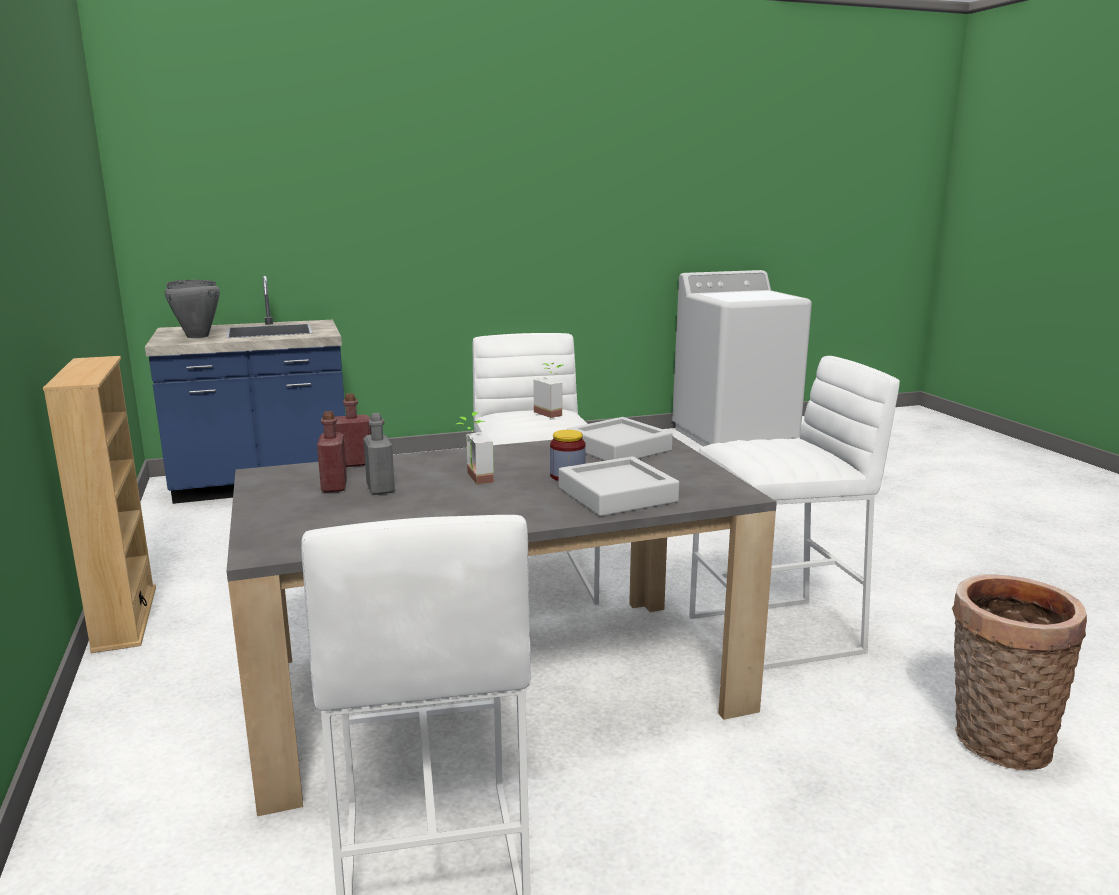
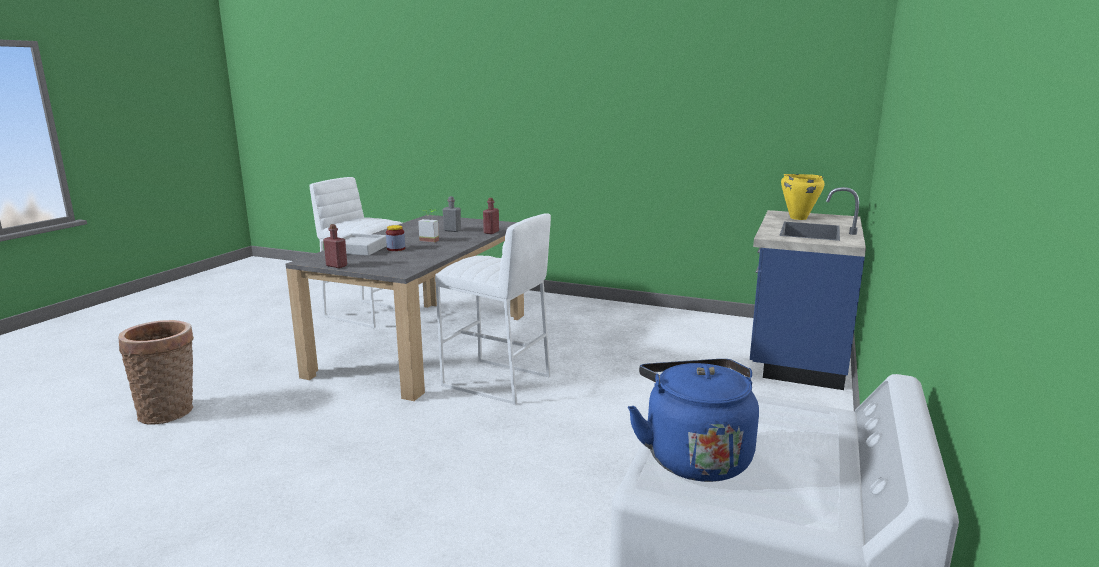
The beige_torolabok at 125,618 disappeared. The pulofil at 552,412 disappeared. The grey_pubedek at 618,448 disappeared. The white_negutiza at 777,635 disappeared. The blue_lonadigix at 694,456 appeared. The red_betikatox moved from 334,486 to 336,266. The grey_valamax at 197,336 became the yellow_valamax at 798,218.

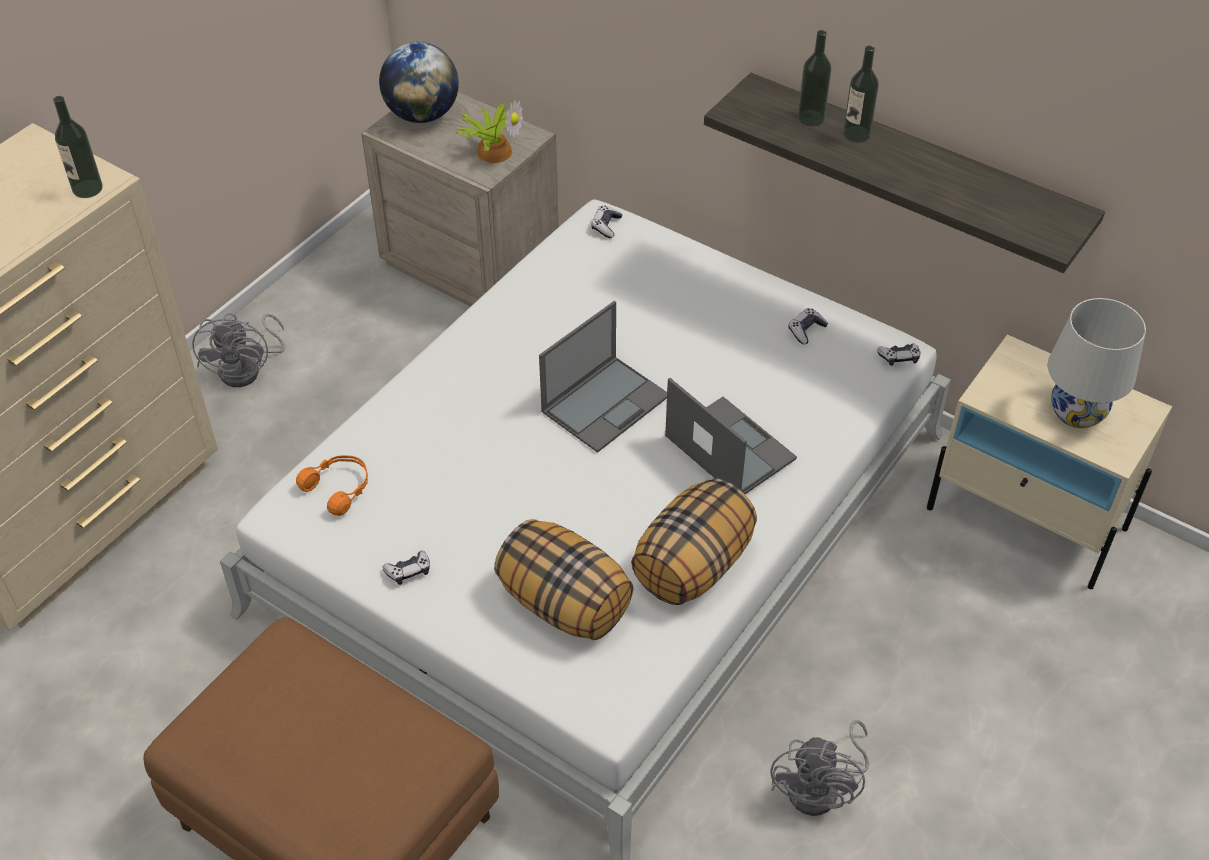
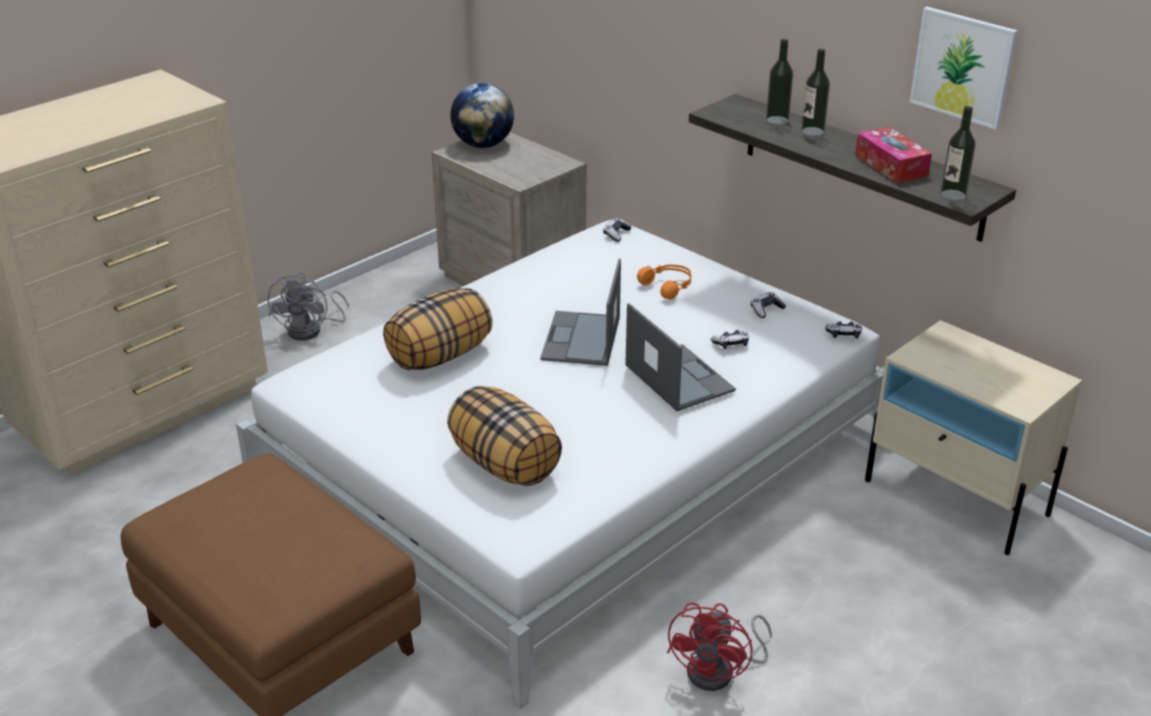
The pulofil at 493,150 disappeared. The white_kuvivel at 1077,412 disappeared. The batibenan at 891,165 appeared. The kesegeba at 963,67 appeared. The betikatox moved from 87,188 to 953,195. The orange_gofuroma moved from 339,488 to 668,286. The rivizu moved from 408,571 to 730,344. The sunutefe moved from 693,566 to 440,356. The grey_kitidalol at 822,789 became the red_kitidalol at 720,672. The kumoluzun at 606,403 turned 135 degrees clockwise.

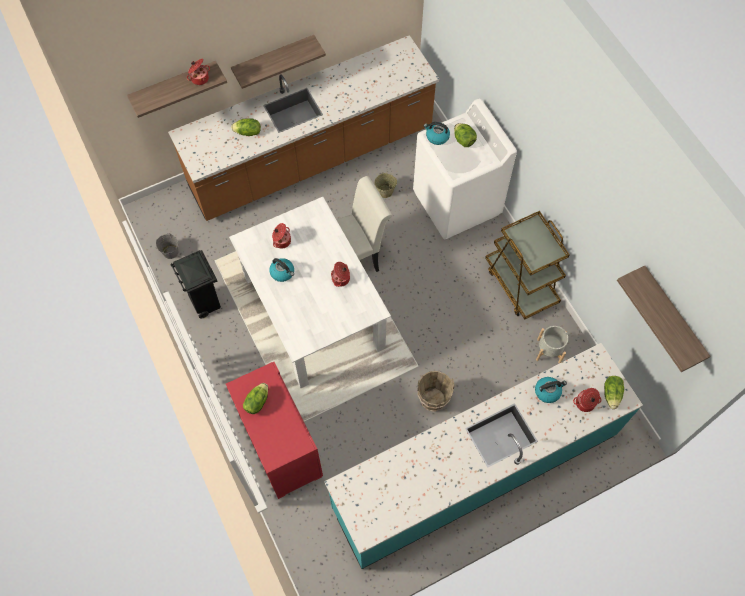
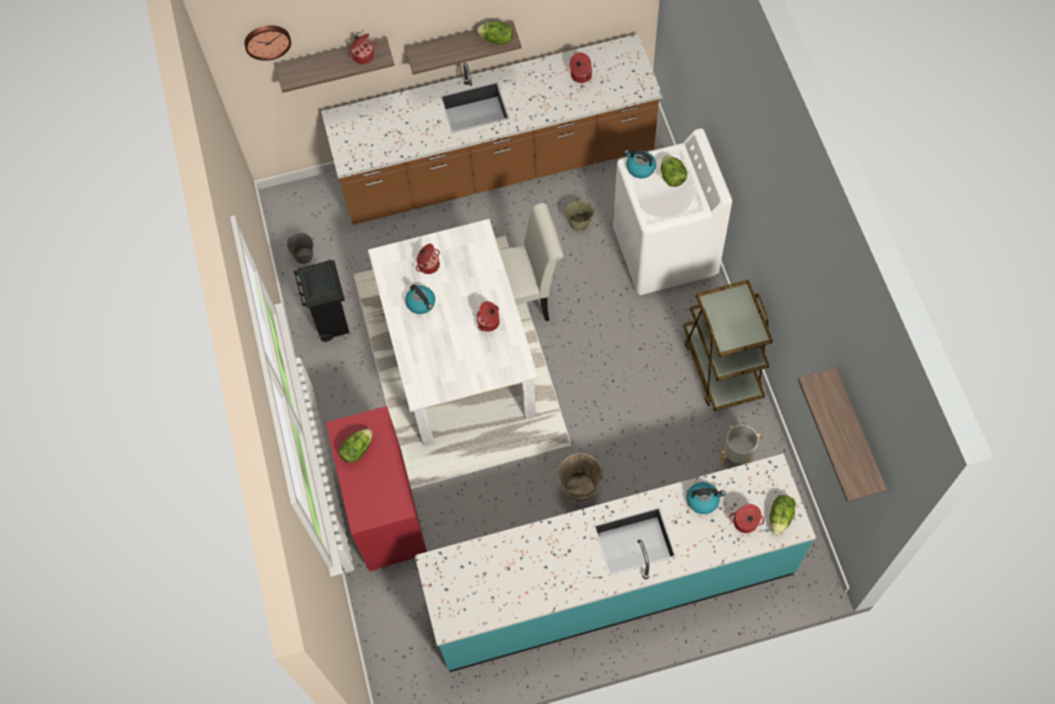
The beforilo at 267,40 appeared. The valamax at 580,75 appeared. The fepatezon moved from 248,132 to 496,40.

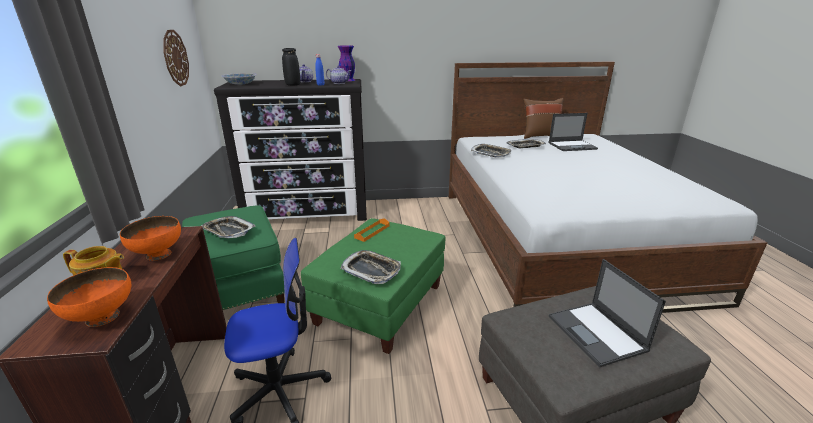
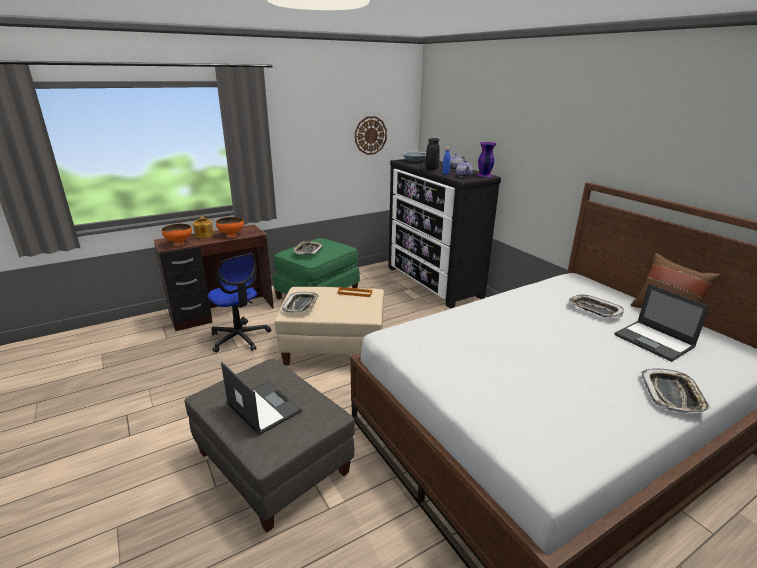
The pubedek moved from 490,153 to 672,395. The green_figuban at 379,305 became the beige_figuban at 334,348. The kumoluzun at 597,334 turned 90 degrees clockwise.

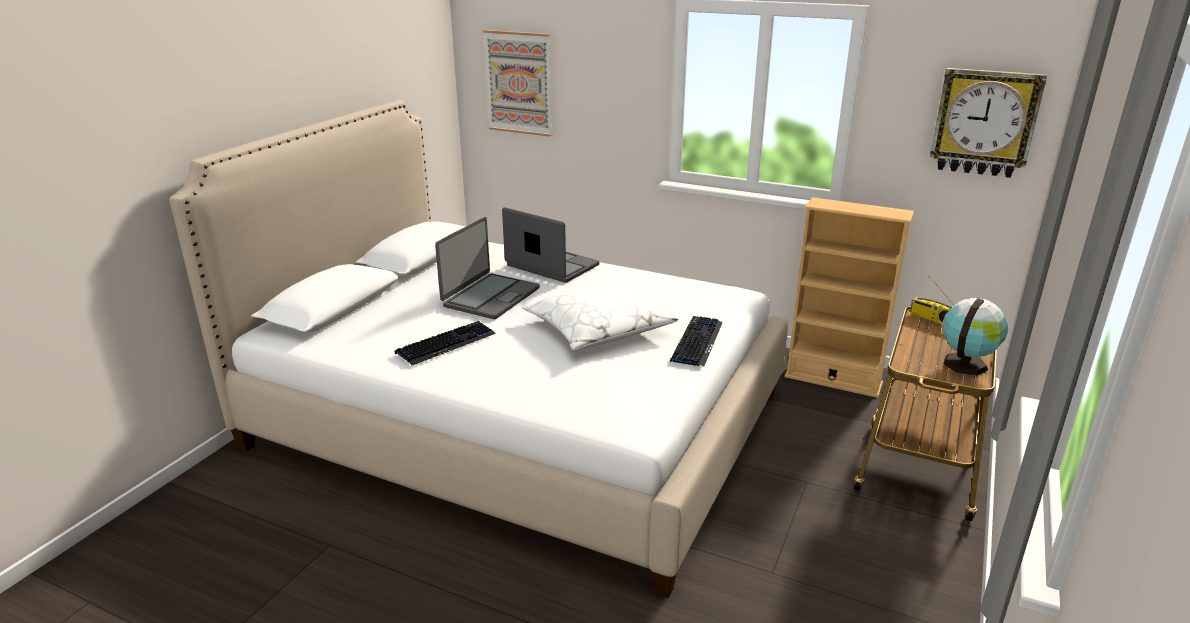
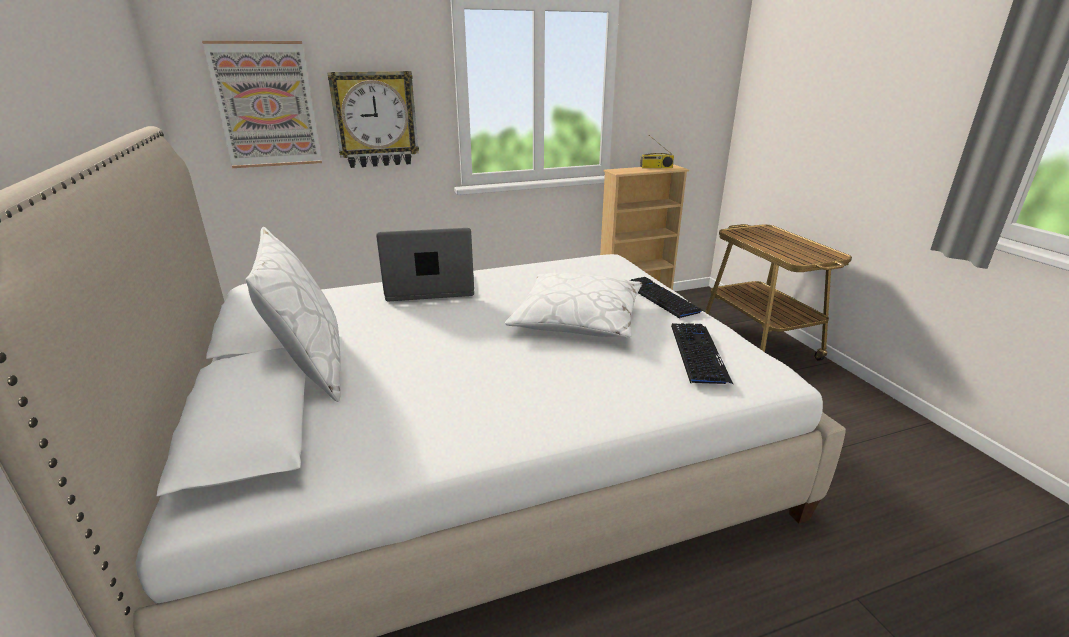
The kumoluzun at 490,297 disappeared. The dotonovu at 965,363 disappeared. The white_sunutefe at 310,367 appeared. The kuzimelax moved from 446,344 to 698,353. The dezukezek moved from 931,319 to 656,167. The beforilo moved from 984,122 to 375,119.

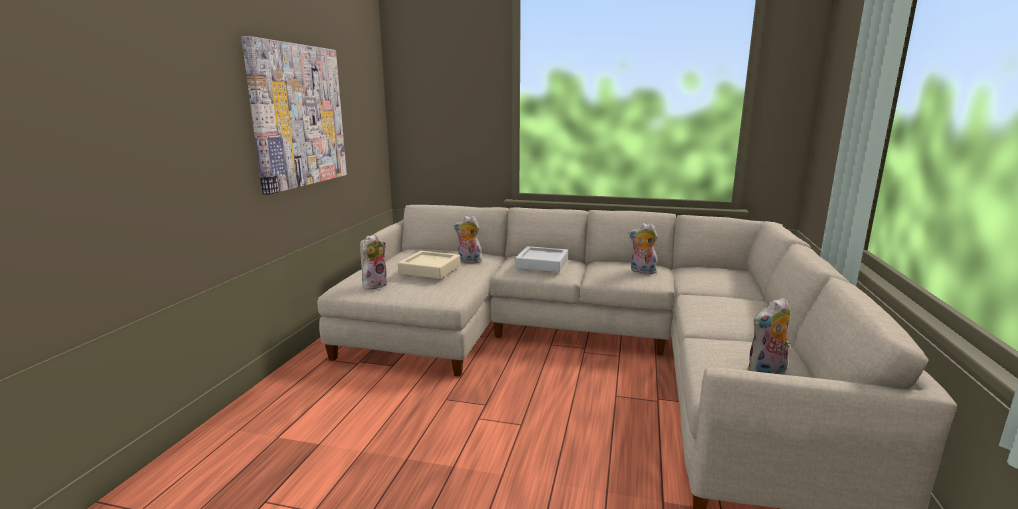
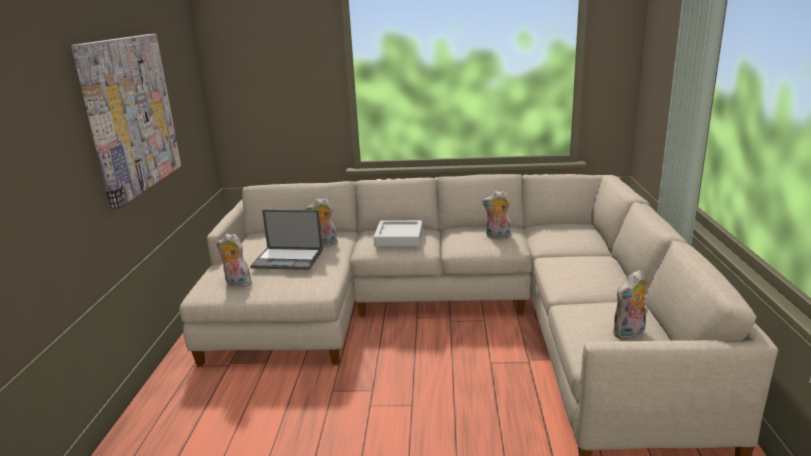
The beige_pubedek at 430,269 was replaced by the kumoluzun at 288,259. The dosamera at 374,284 turned 90 degrees counterclockwise.

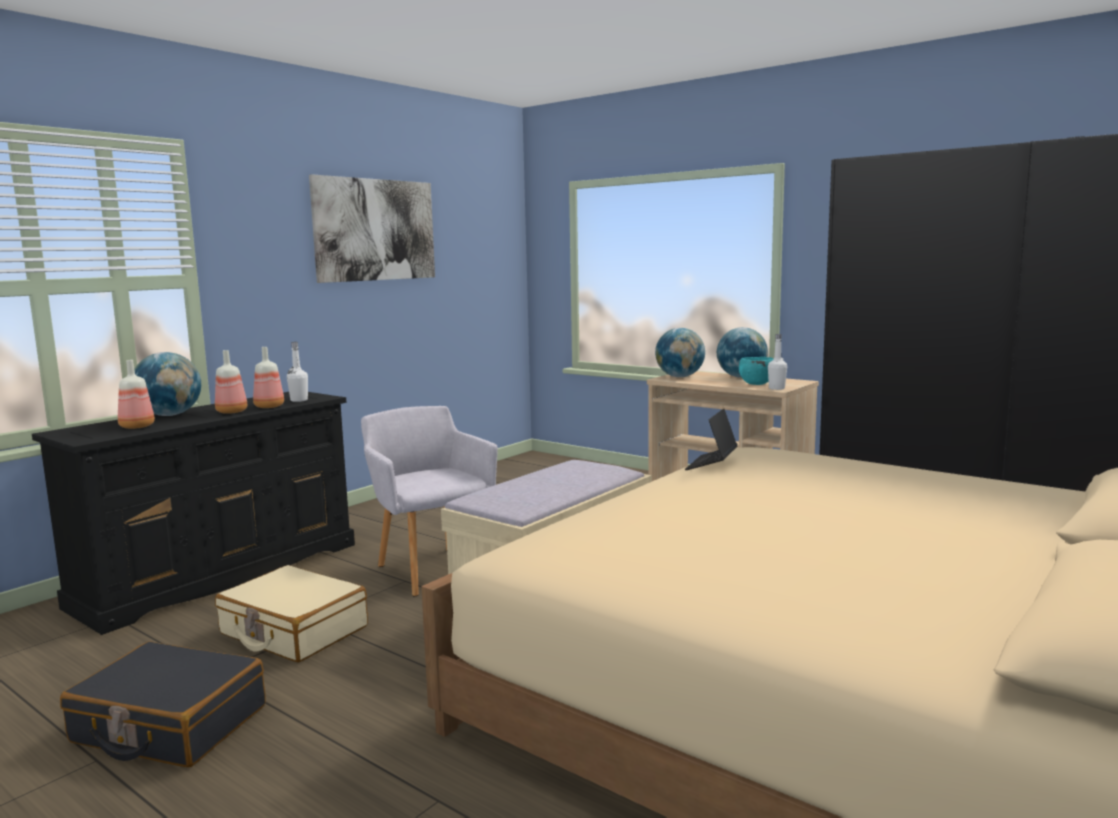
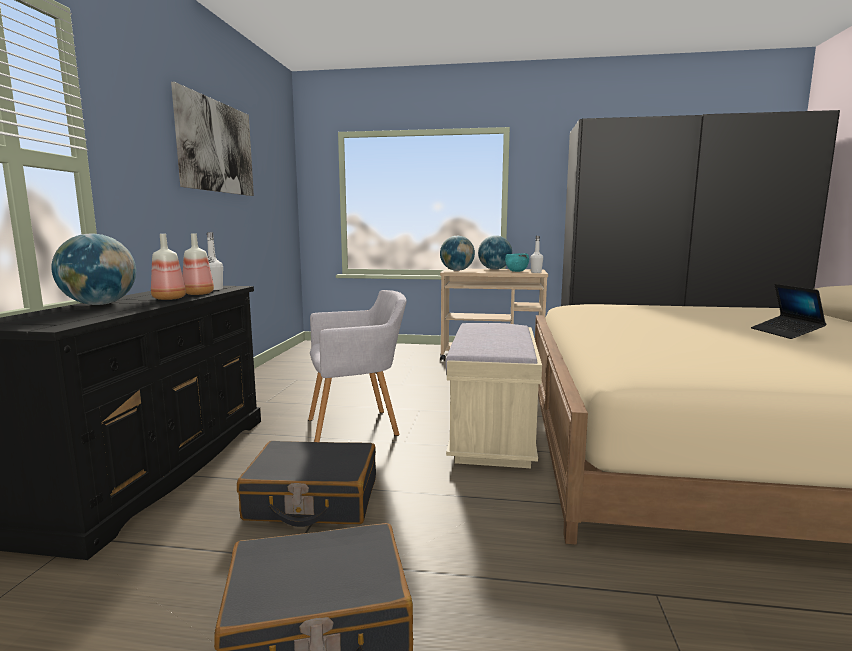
The betikatox at 136,427 disappeared. The kumoluzun moved from 711,464 to 786,333. The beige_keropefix at 293,631 became the black_keropefix at 312,499. The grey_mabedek at 431,568 turned 135 degrees clockwise.

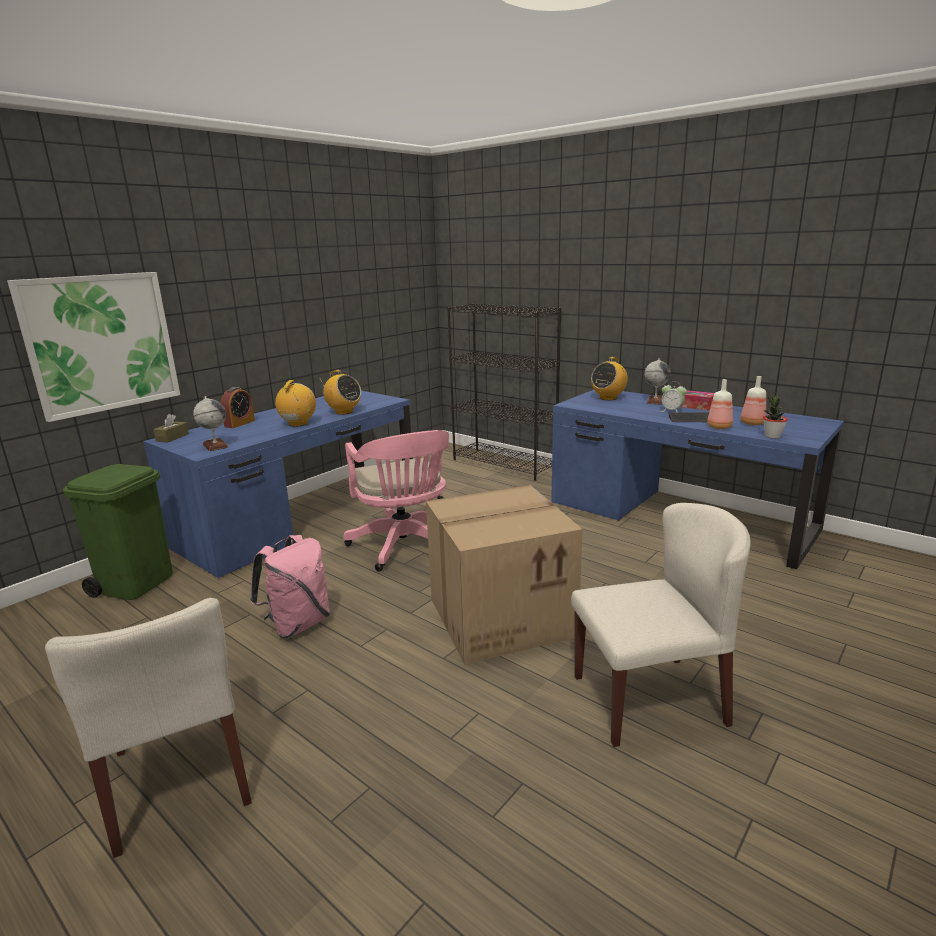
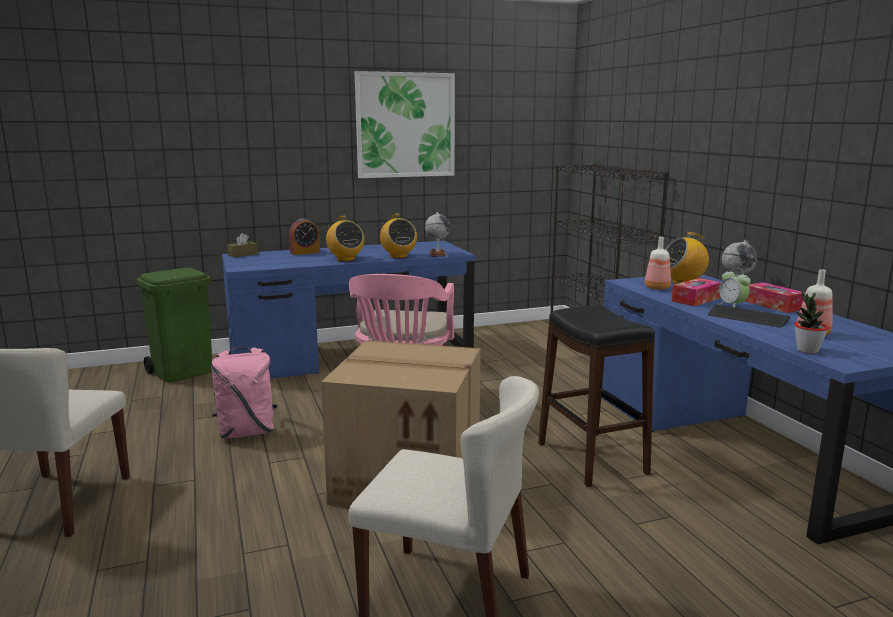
The black_negutiza at 591,458 appeared. The batibenan at 696,299 appeared. The kesegeba moved from 101,343 to 405,125. The dotonovu moved from 215,446 to 437,254. The betikatox moved from 720,427 to 658,288. The dezukezek at 298,424 turned 105 degrees clockwise.

